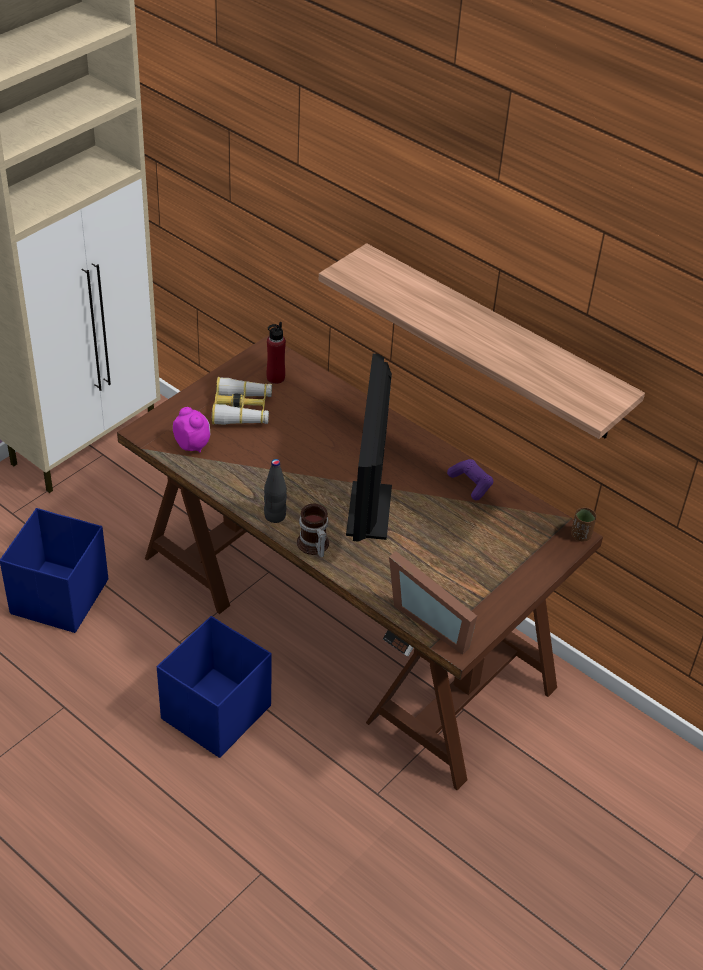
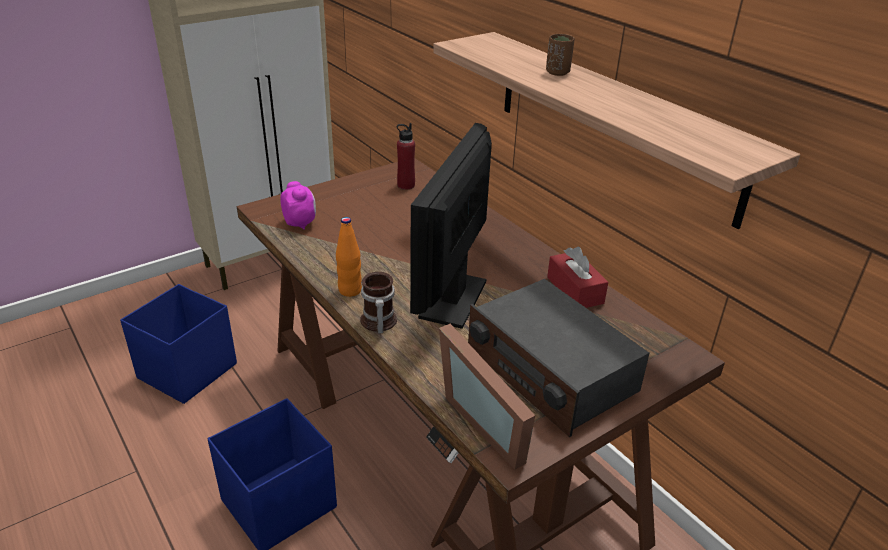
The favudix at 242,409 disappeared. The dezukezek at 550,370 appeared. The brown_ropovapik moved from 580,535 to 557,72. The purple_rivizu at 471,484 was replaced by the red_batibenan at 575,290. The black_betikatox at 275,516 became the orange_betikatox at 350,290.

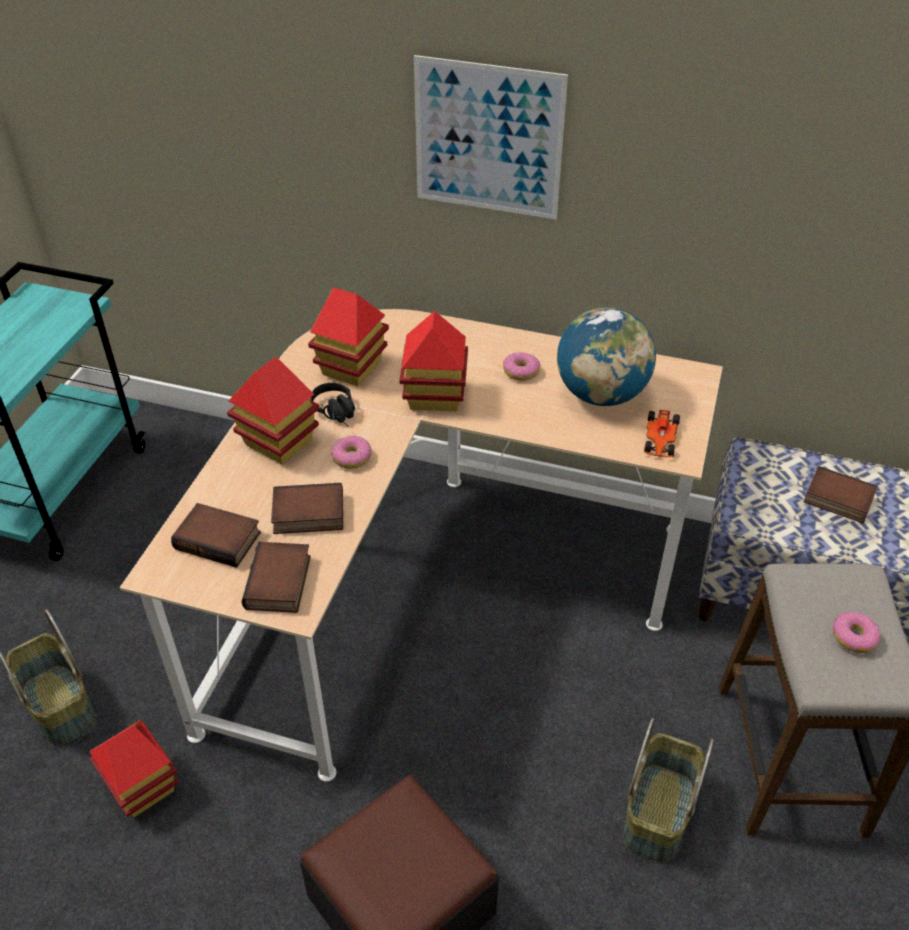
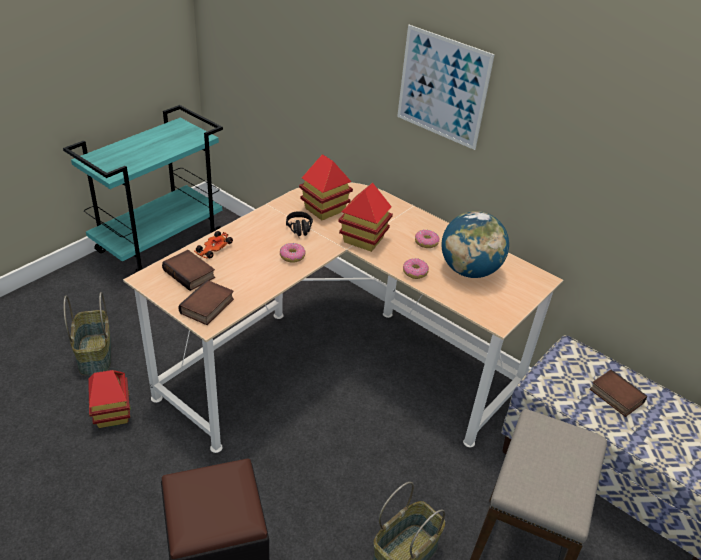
The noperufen at 278,442 disappeared. The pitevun at 307,515 disappeared. The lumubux moved from 660,440 to 213,249. The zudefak moved from 853,637 to 414,272.

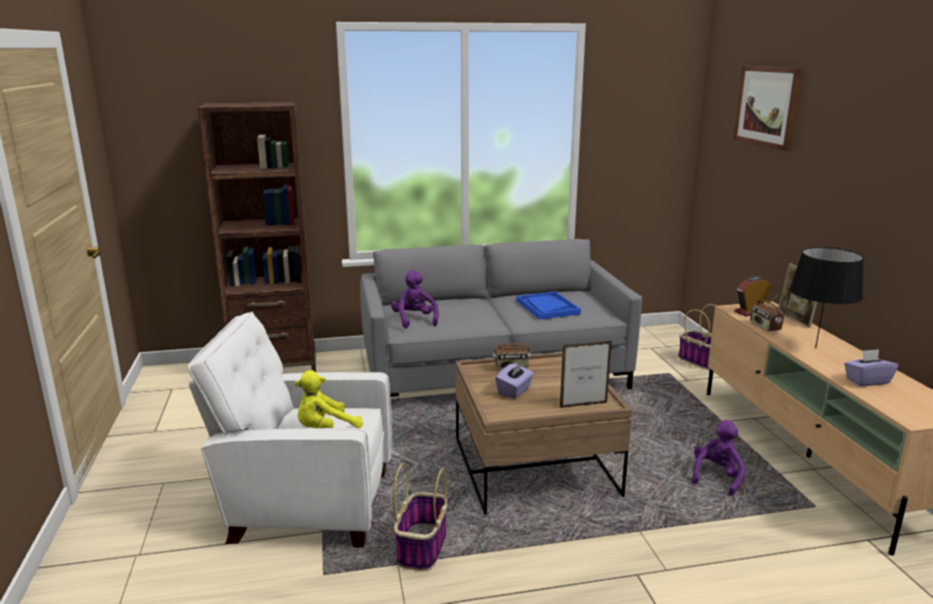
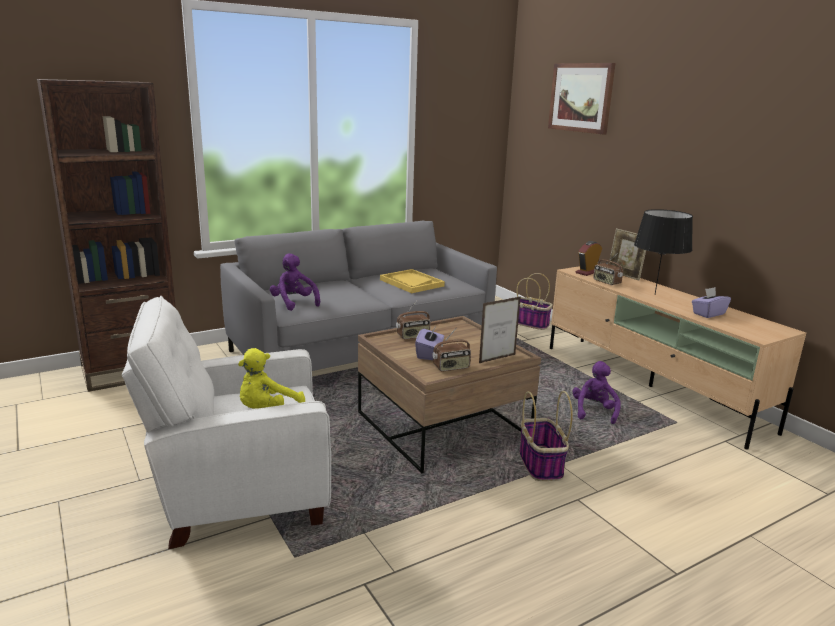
The dezukezek at 451,368 appeared. The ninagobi moved from 422,547 to 540,464. The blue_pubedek at 547,307 became the yellow_pubedek at 411,283.

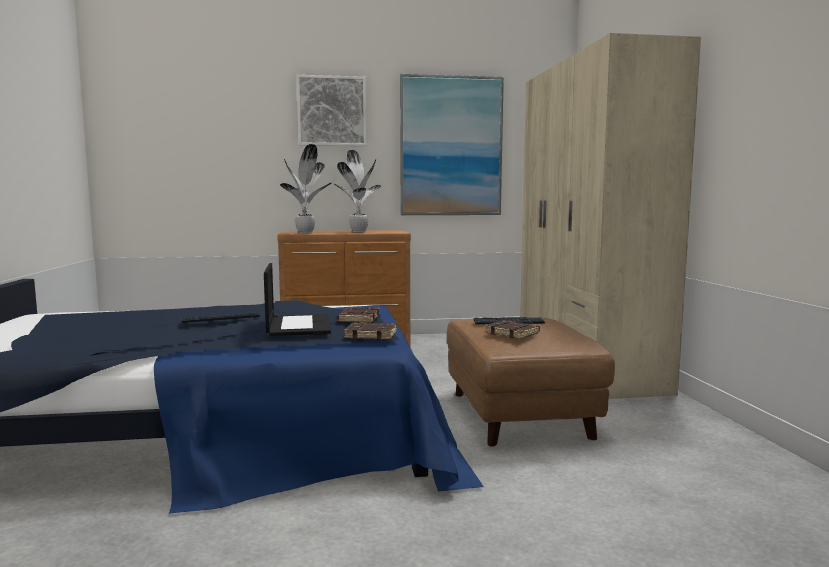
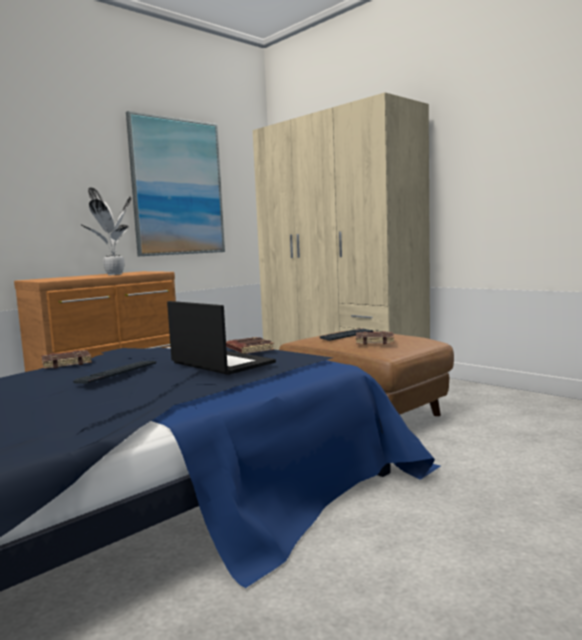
The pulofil at 305,233 disappeared. The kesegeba at 332,111 disappeared. The brown_pitevun moved from 371,335 to 67,363.

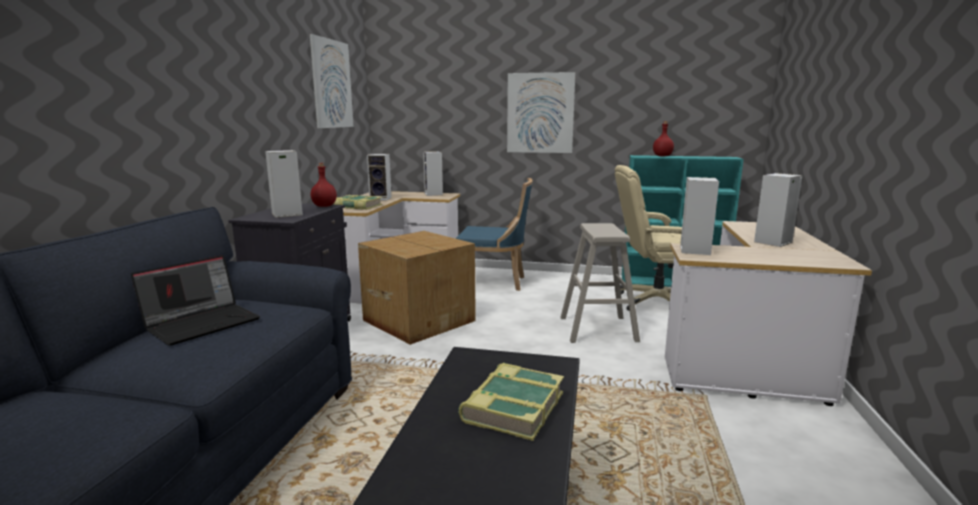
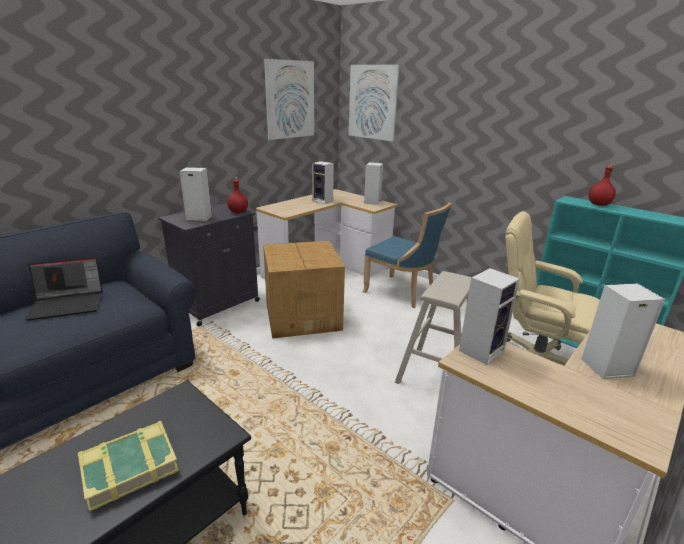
The pitevun at 357,206 disappeared. The kesegeba moved from 540,113 to 372,102.

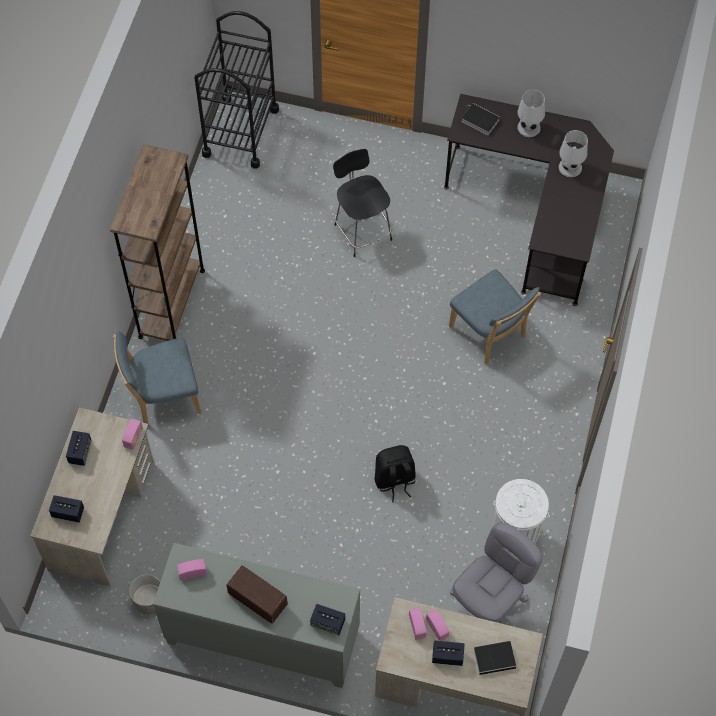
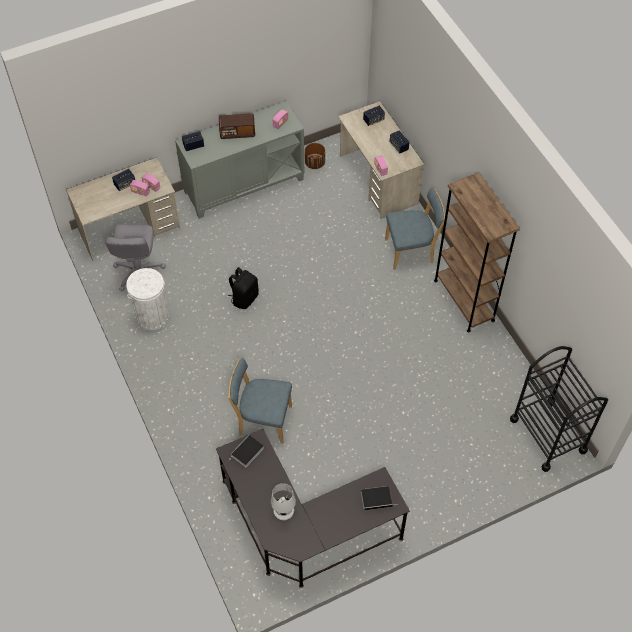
The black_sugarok at 362,230 disappeared. The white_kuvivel at 528,127 disappeared. The pitevun moved from 495,658 to 247,453. The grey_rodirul at 149,600 became the brown_rodirul at 315,163. The blue_sugarok at 163,397 turned 45 degrees clockwise.

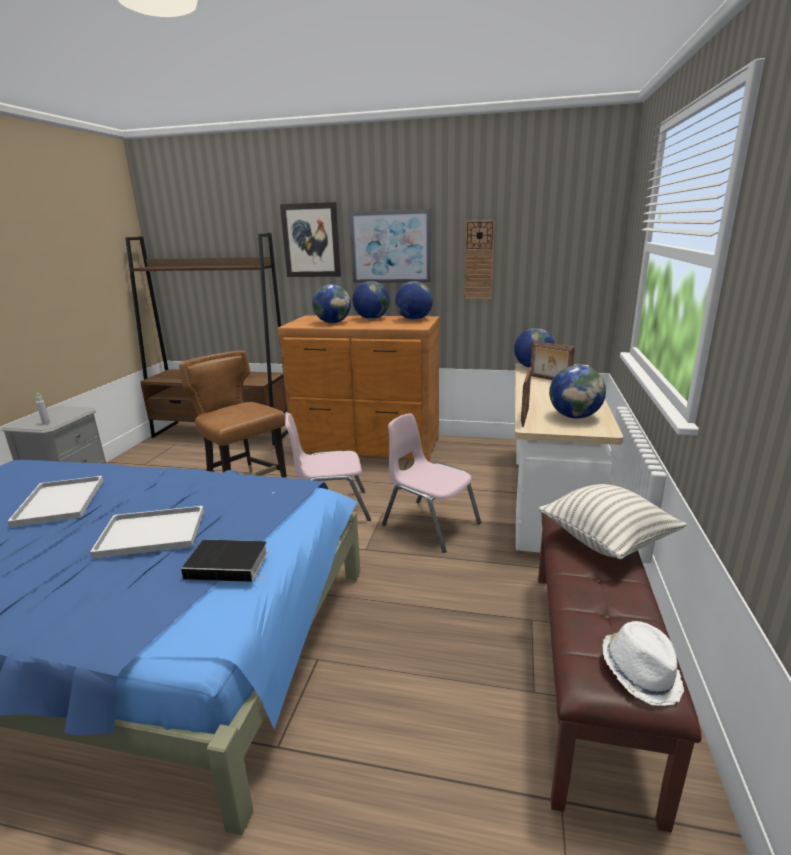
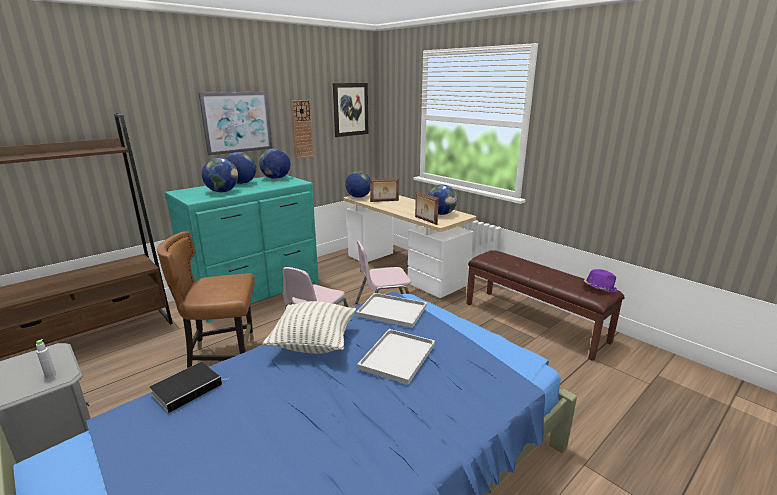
The white_pubedek moved from 59,501 to 390,311. The pitevun moved from 230,565 to 188,388. The kesegeba moved from 311,240 to 350,109. The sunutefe moved from 606,541 to 314,343. The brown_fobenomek at 367,447 became the turquoise_fobenomek at 256,292. The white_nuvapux at 641,673 became the purple_nuvapux at 599,288.

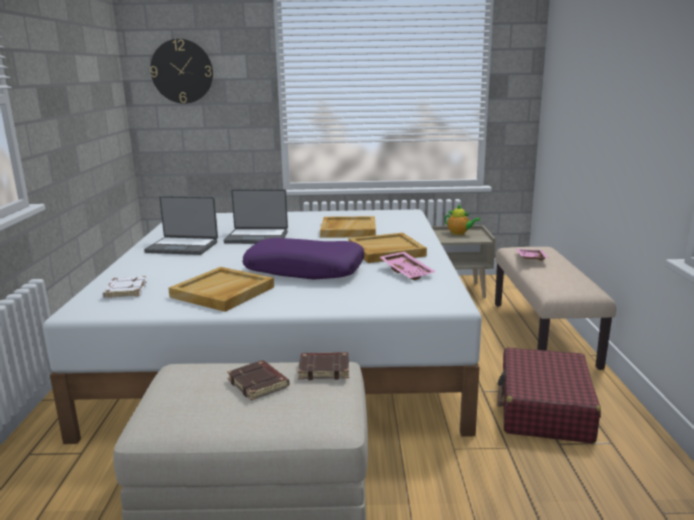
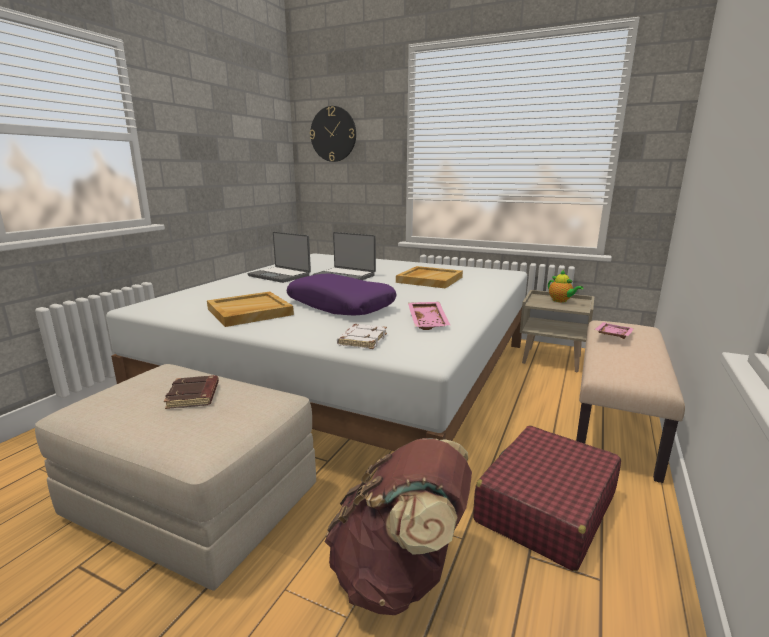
The brown_pitevun at 325,369 disappeared. The beige_pubedek at 386,251 disappeared. The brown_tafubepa at 399,574 appeared. The white_pitevun moved from 125,291 to 362,340.

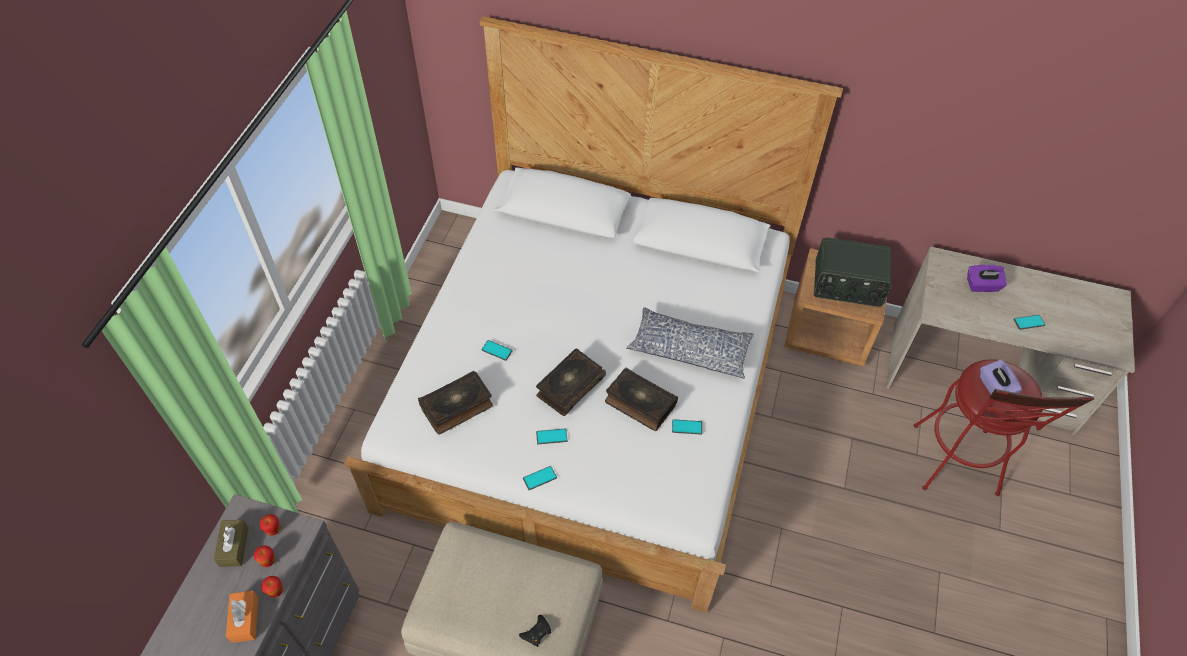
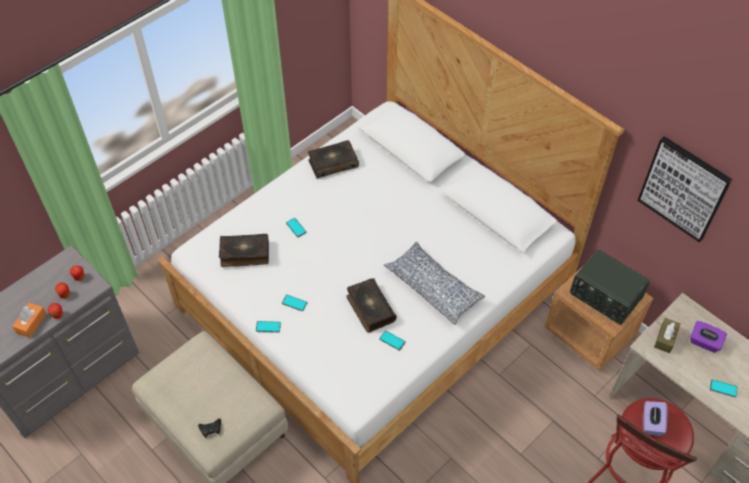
The kesegeba at 684,188 appeared. The brown_batibenan moved from 234,546 to 665,338. The pitevun moved from 569,386 to 333,163.

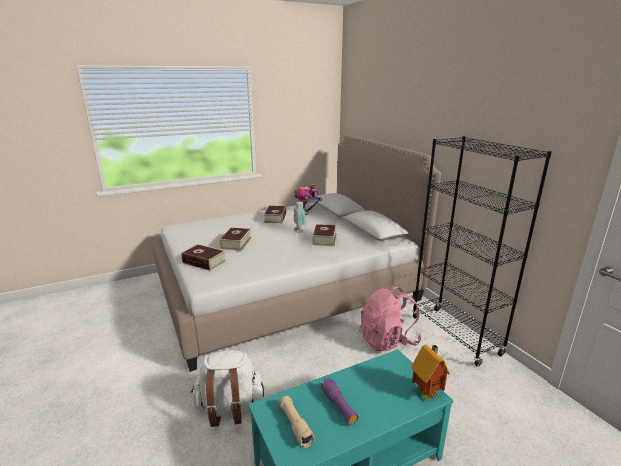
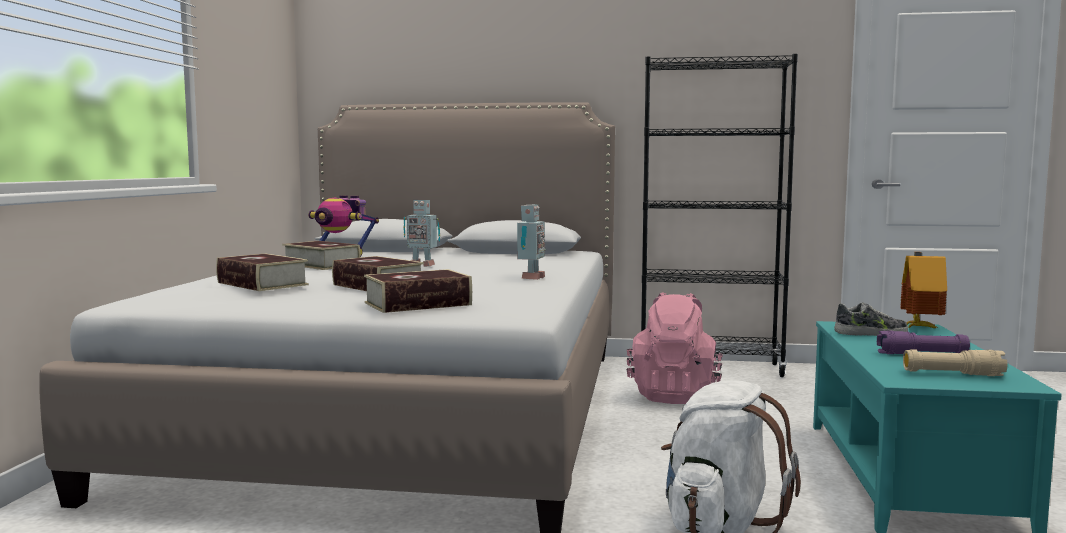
The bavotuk at 530,278 appeared. The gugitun at 871,333 appeared. The pitevun moved from 324,239 to 262,284.

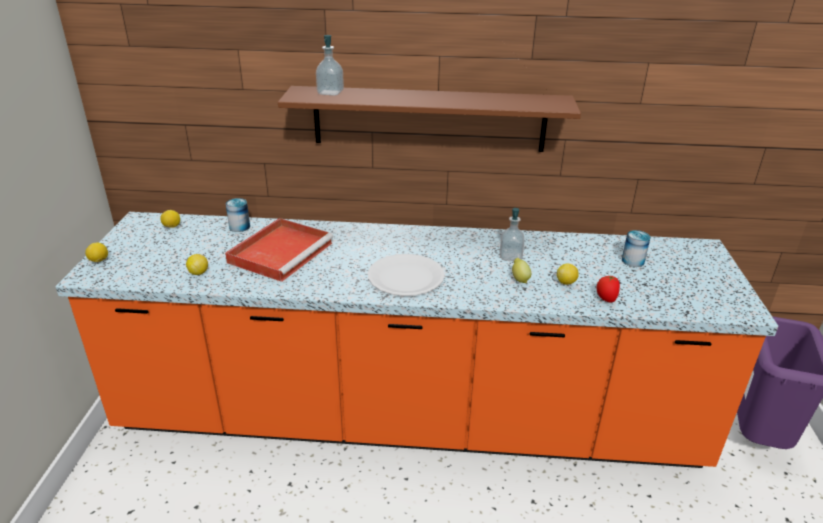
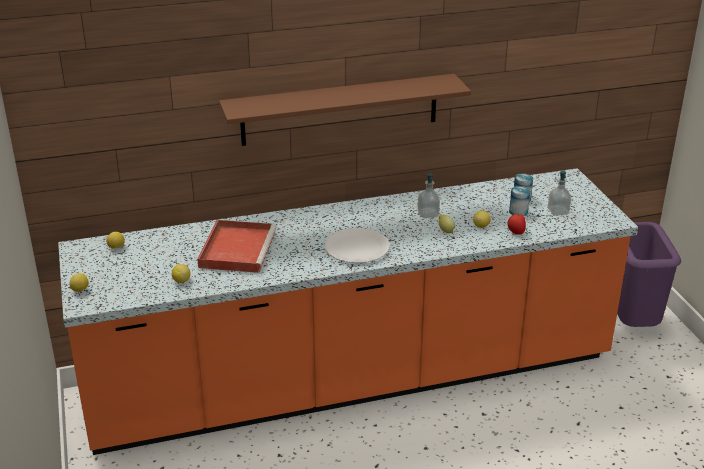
The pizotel moved from 239,227 to 518,212. The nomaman moved from 330,92 to 558,211.

